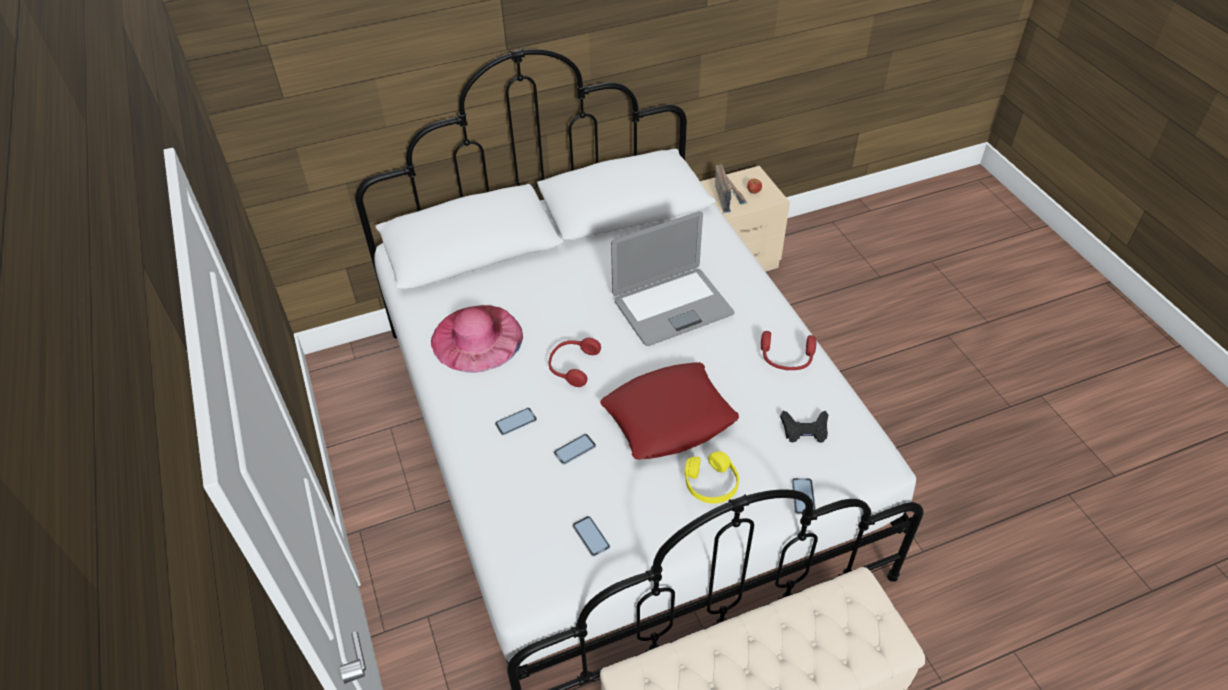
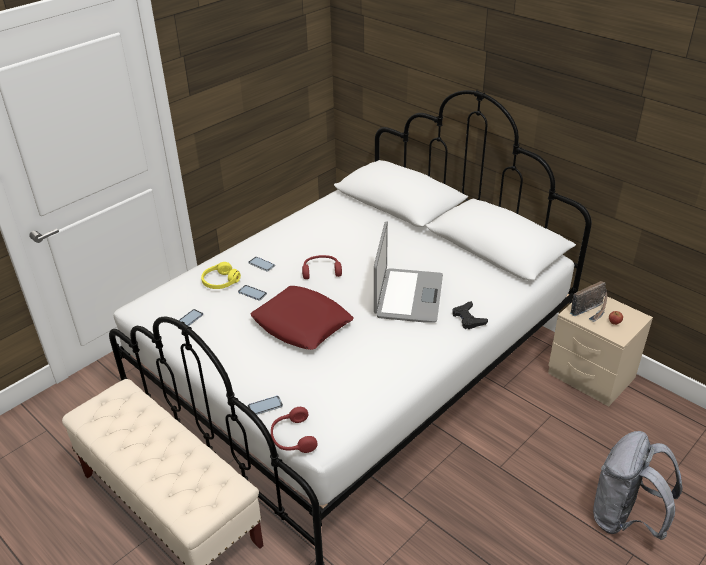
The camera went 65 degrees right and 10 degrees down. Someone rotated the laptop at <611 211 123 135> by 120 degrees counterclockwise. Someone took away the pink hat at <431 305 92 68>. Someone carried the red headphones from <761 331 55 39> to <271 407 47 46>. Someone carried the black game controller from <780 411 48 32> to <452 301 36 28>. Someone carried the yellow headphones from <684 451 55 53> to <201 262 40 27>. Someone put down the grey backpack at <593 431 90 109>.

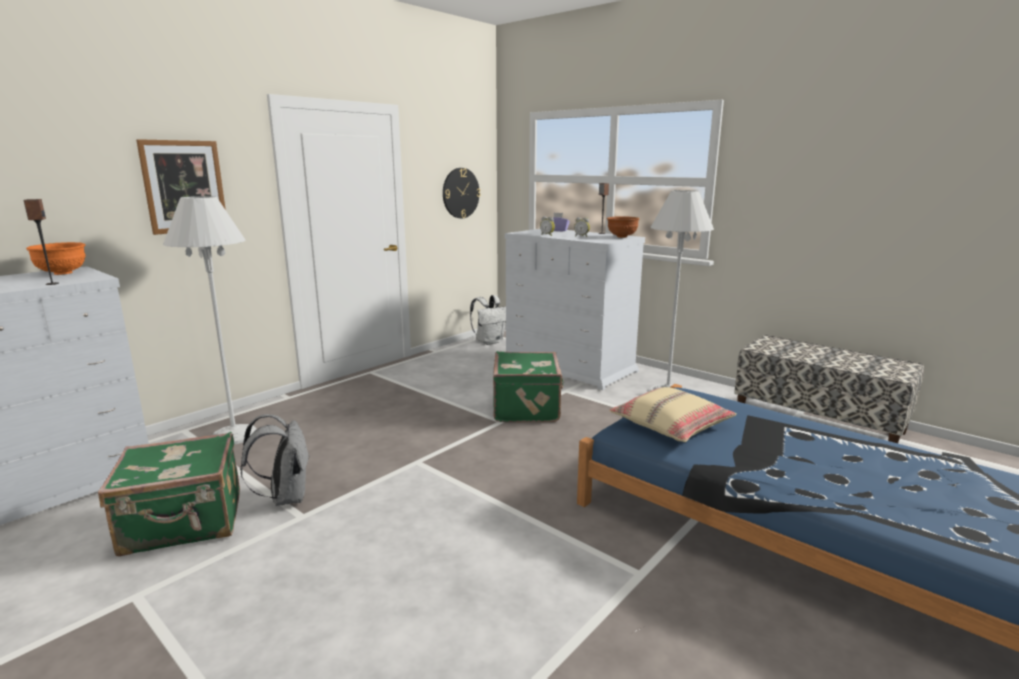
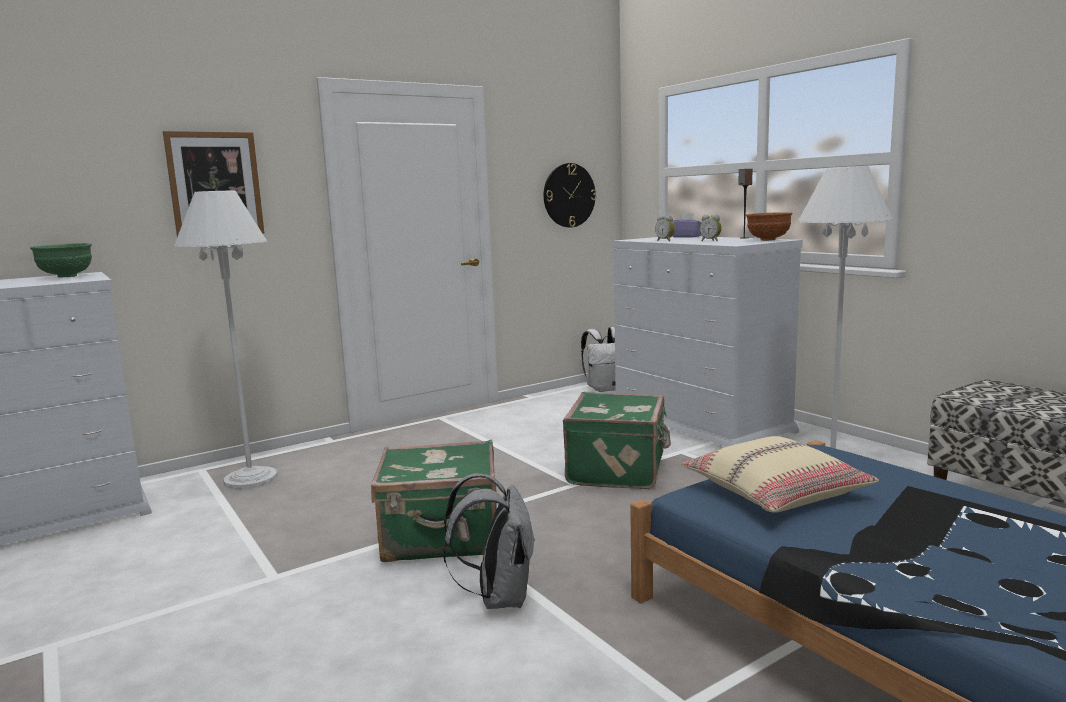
The camera went 15 degrees right and 5 degrees down. Someone took away the speaker at <23 199 36 86>. Someone repainted the orange bowl at <26 242 60 33>, which became the green bowl at <30 243 62 35>. Someone carried the grey backpack from <240 414 70 92> to <443 473 92 136>. Someone carried the green suitcase from <98 432 142 124> to <371 440 126 122>.

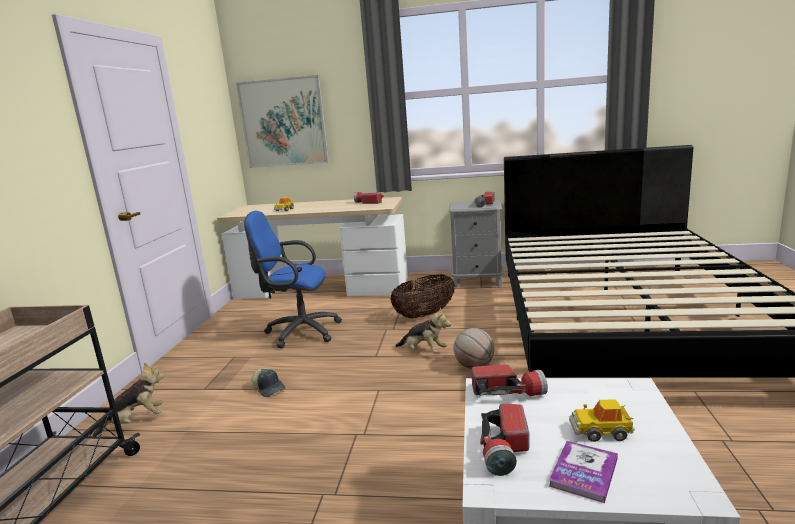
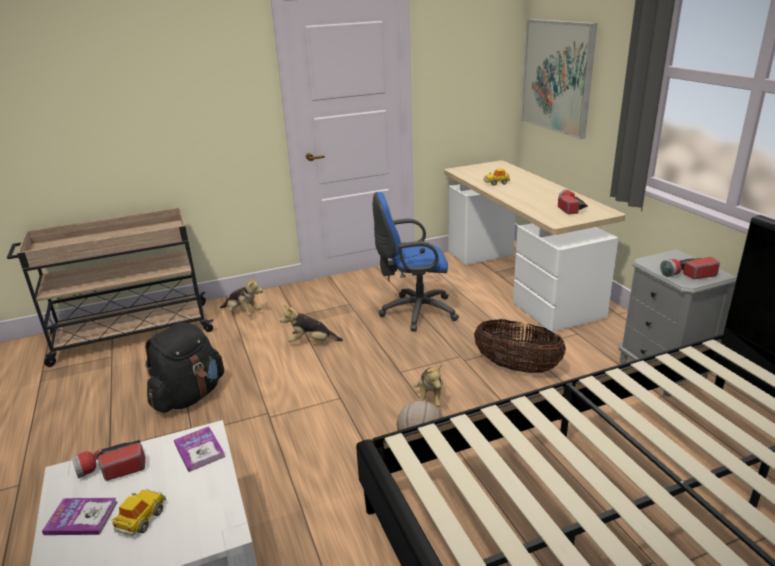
The camera went 60 degrees right and 10 degrees up. Someone rotated the blue office chair at <244 211 98 137> by 75 degrees counterclockwise. Someone swapped the flashlight at <472 364 76 32> for the book at <174 426 51 46>. Someone swapped the cap at <251 368 34 29> for the plush toy at <280 305 63 37>. Someone rotated the toy car at <569 399 66 43> by 45 degrees clockwise. Someone put down the black backpack at <145 322 79 91>.

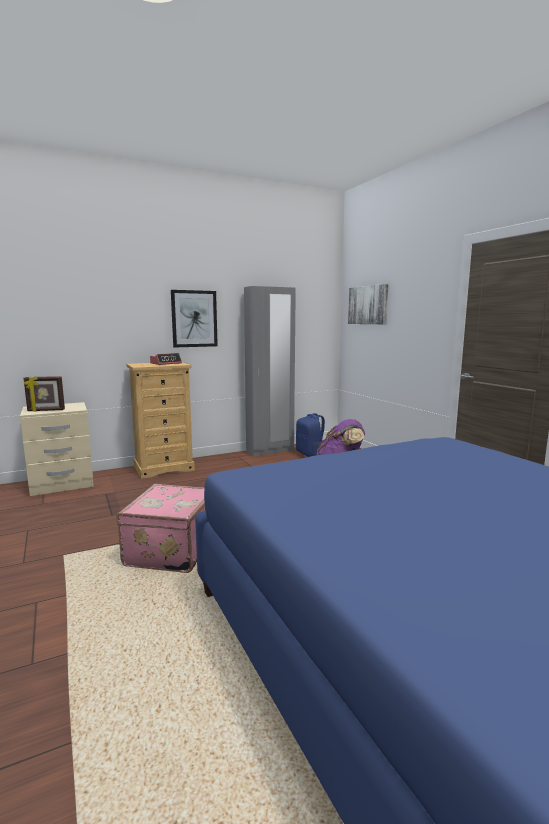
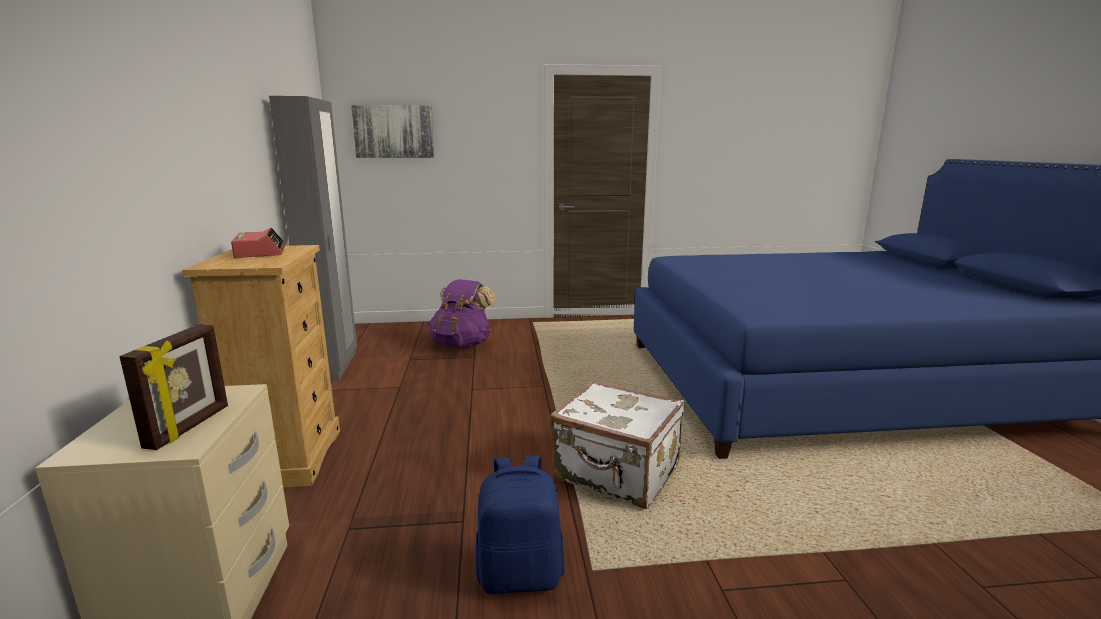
The camera went 70 degrees left and 5 degrees up. Someone took away the picture at <171 290 47 58>. Someone carried the blue backpack from <296 413 29 44> to <476 455 89 139>. Someone repainted the pink suitcase at <117 484 89 89>, which became the white suitcase at <550 380 134 129>.

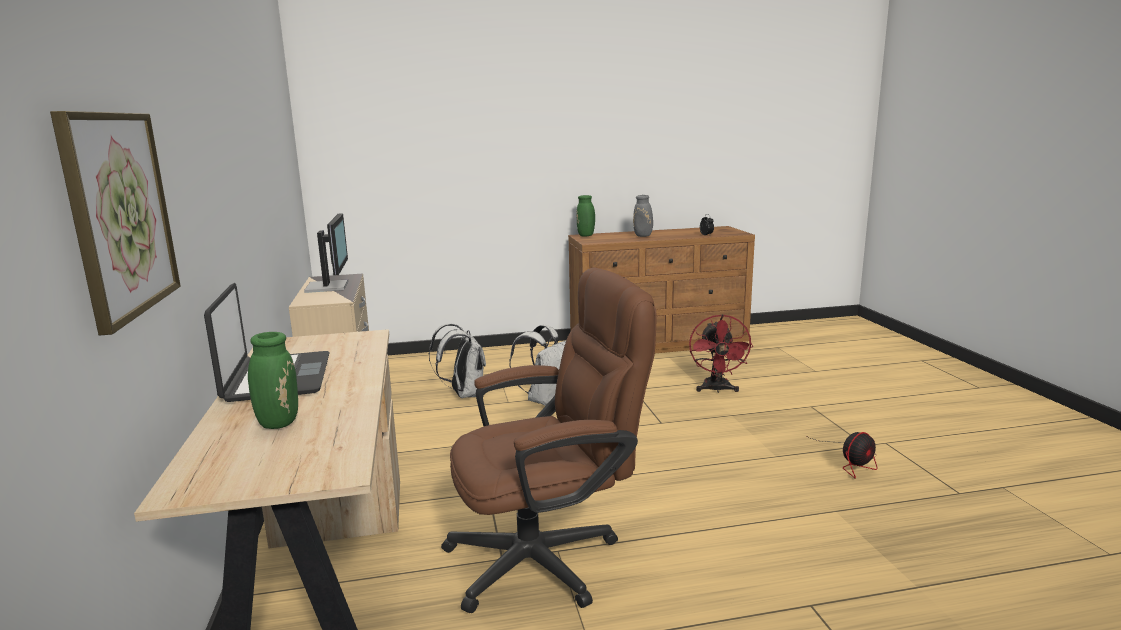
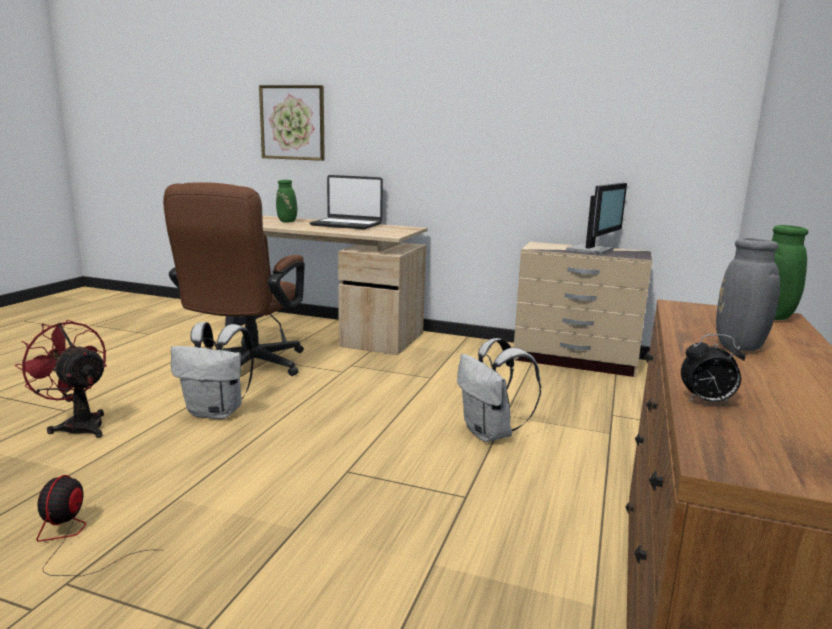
The camera went 120 degrees right and 0 degrees up. Someone rotated the monitor at <304 213 44 80> by 75 degrees counterclockwise. Someone carried the red fan from <689 314 64 79> to <15 320 92 118>. Someone carried the white backpack from <429 324 57 74> to <171 322 83 97>.

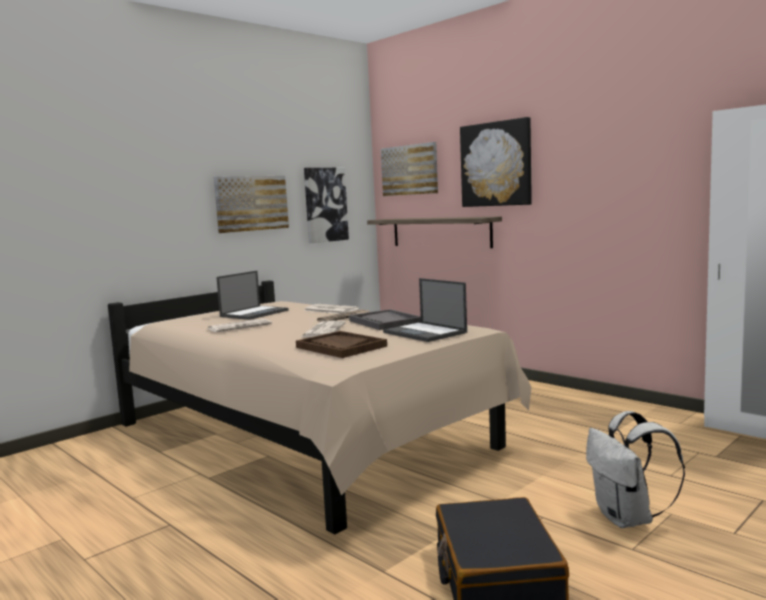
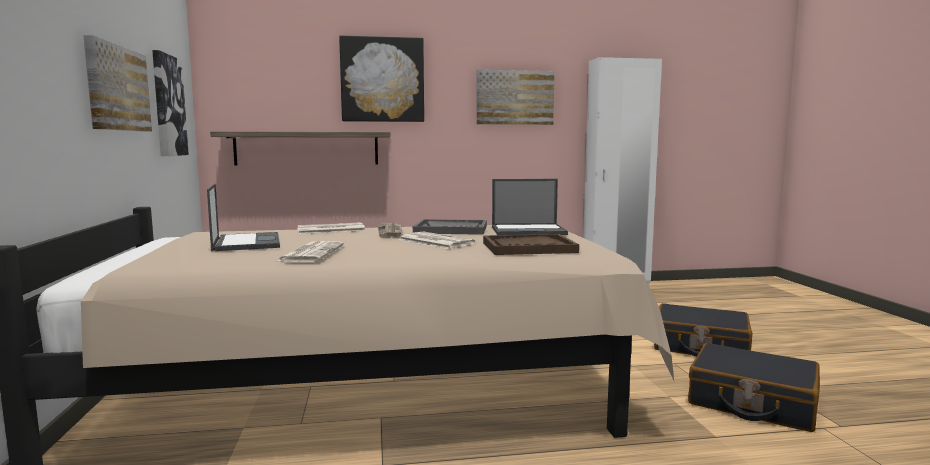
The camera went 55 degrees left and 0 degrees up. Someone carried the picture from <381 142 57 54> to <476 70 79 55>. Someone swapped the white backpack at <586 411 99 117> for the black suitcase at <654 303 98 54>.

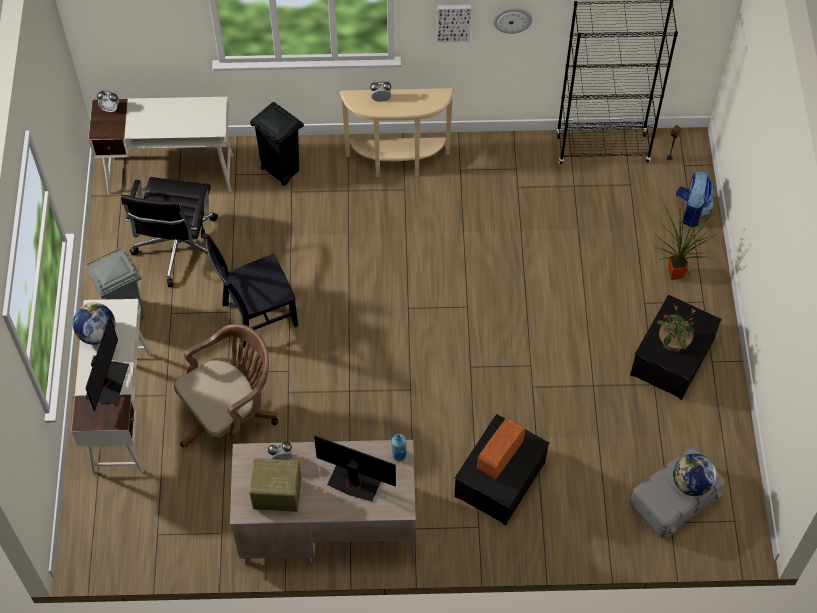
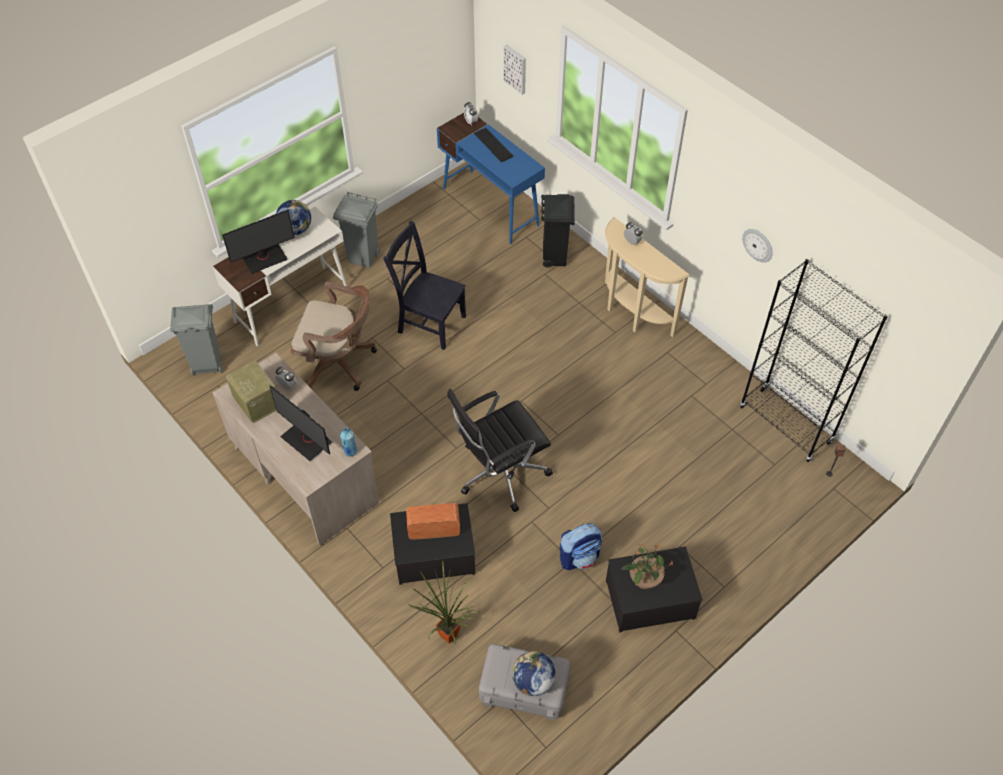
The camera went 50 degrees right and 5 degrees down. Someone carried the picture from <437 5 34 37> to <504 45 22 50>. Someone repainted the white desk at <88 97 145 98>, which became the blue desk at <437 112 108 132>. Someone carried the backpack from <676 171 38 56> to <560 523 42 47>. Someone carried the black office chair from <121 177 97 110> to <447 389 106 123>. Someone carried the potted plant from <655 197 61 83> to <408 560 71 85>. Someone rotated the monitor at <314 435 82 66> by 150 degrees clockwise. Someone put down the keyboard at <474 128 40 34>. Someone put down the grey trash can at <170 304 53 71>.

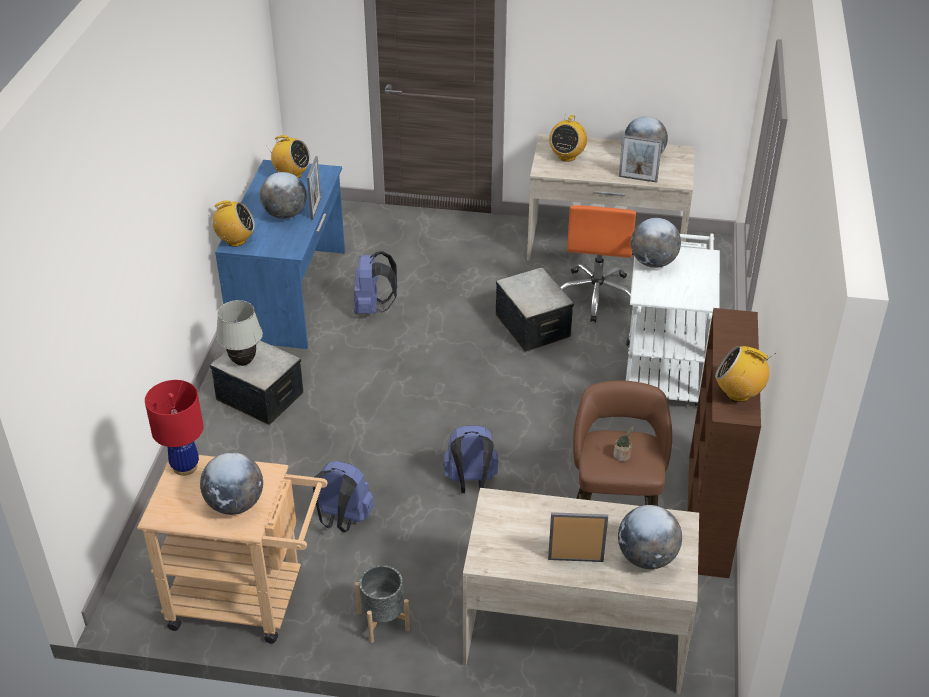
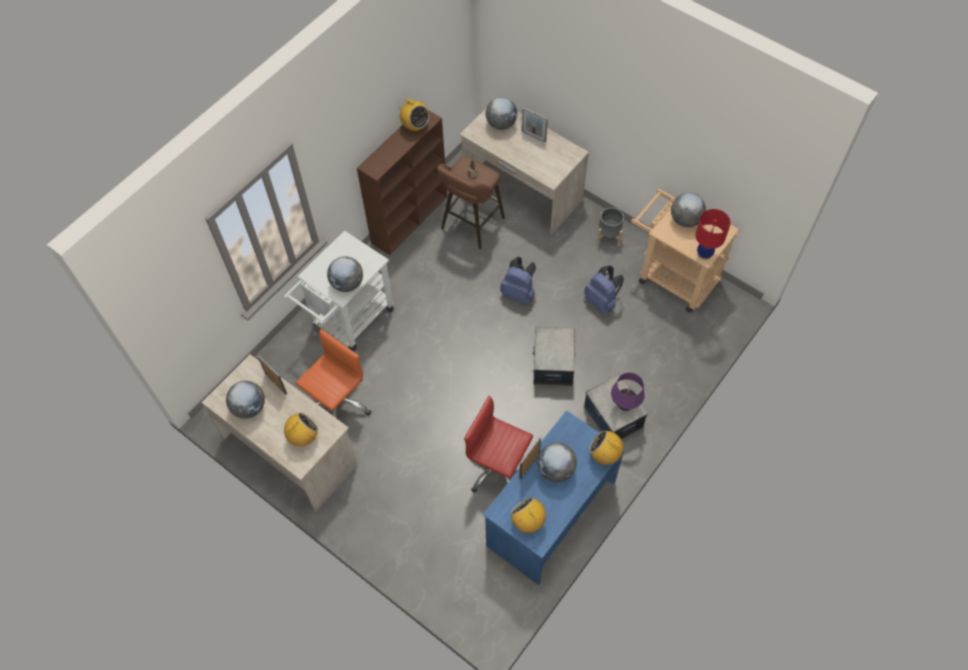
The camera went 150 degrees left and 20 degrees up. Someone swapped the blue backpack at <354 251 43 63> for the red office chair at <464 396 69 97>. Someone carried the storage box from <496 268 78 84> to <532 327 43 59>. Someone repainted the white table lamp at <216 300 47 66>, which became the purple table lamp at <611 373 34 38>.

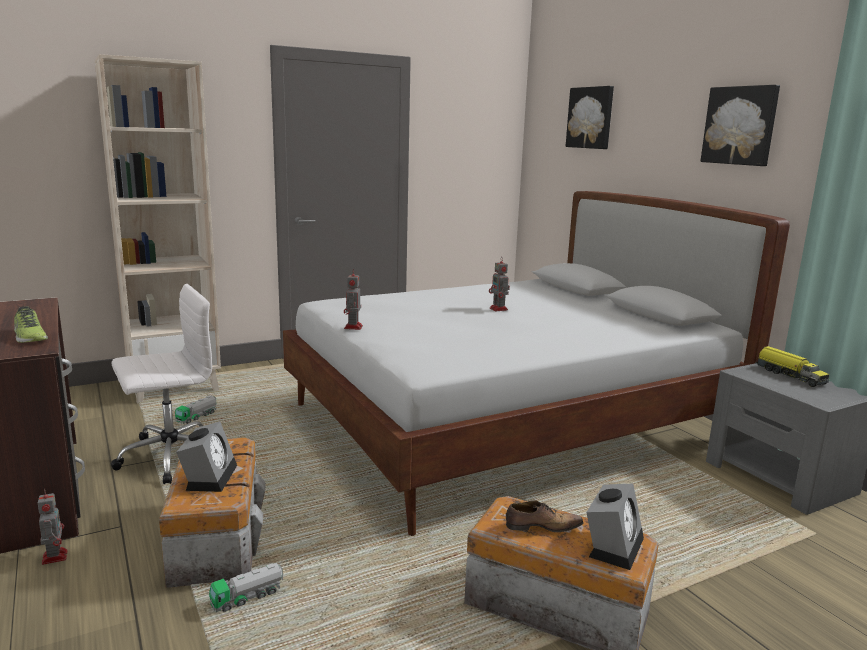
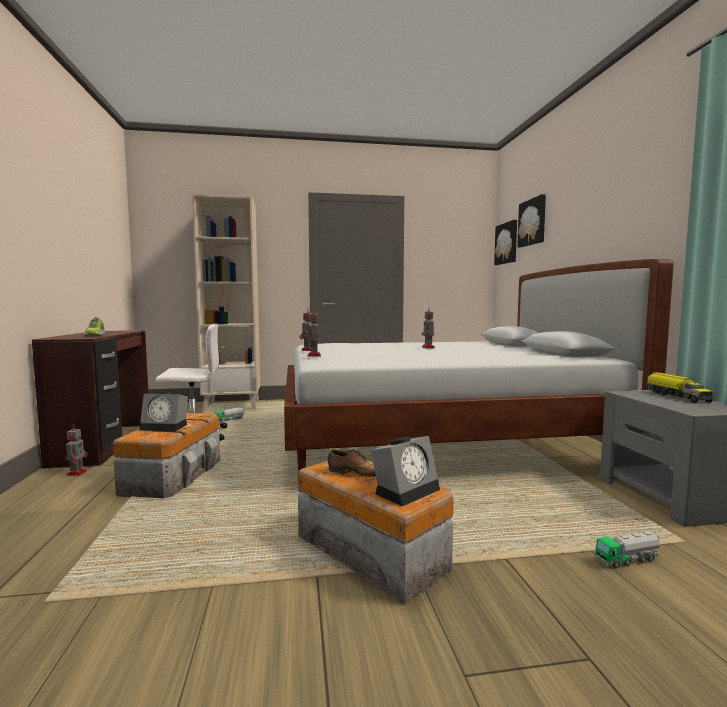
The camera went 20 degrees right and 10 degrees down. Someone carried the picture from <700 85 80 81> to <494 220 23 45>. Someone rotated the alarm clock at <176 421 61 71> by 75 degrees clockwise. Someone carried the toy truck from <209 563 74 49> to <595 531 65 37>. Someone put down the toy robot at <307 312 14 45>.

